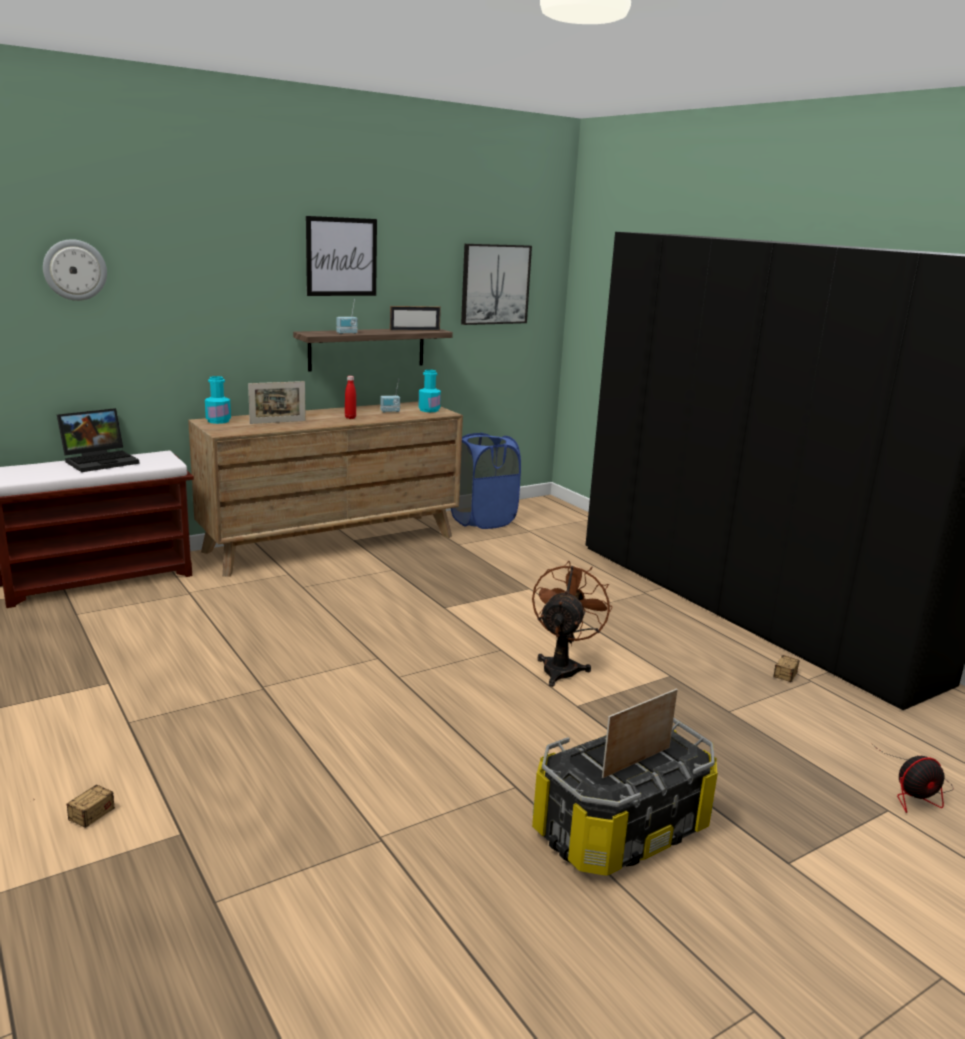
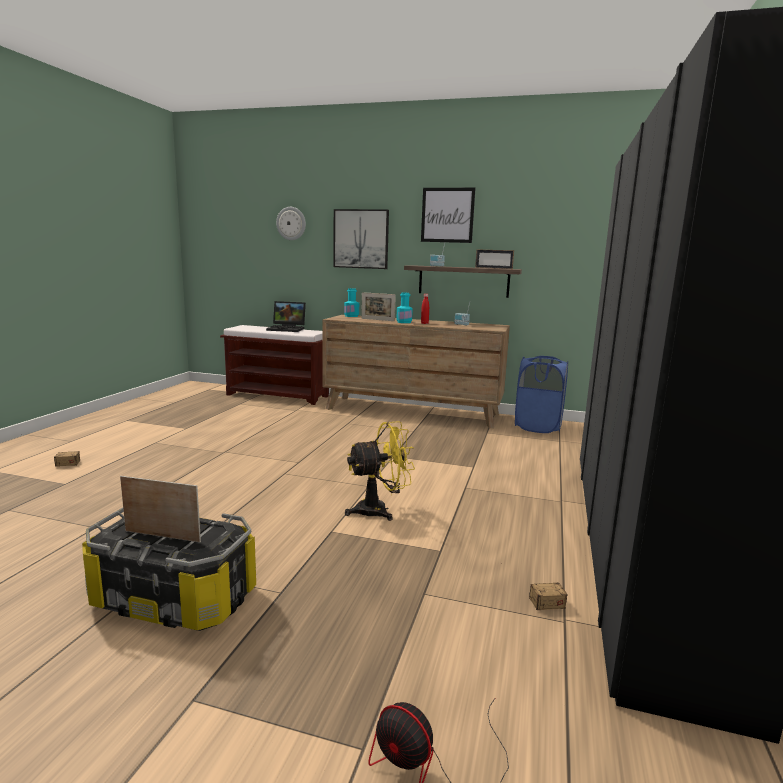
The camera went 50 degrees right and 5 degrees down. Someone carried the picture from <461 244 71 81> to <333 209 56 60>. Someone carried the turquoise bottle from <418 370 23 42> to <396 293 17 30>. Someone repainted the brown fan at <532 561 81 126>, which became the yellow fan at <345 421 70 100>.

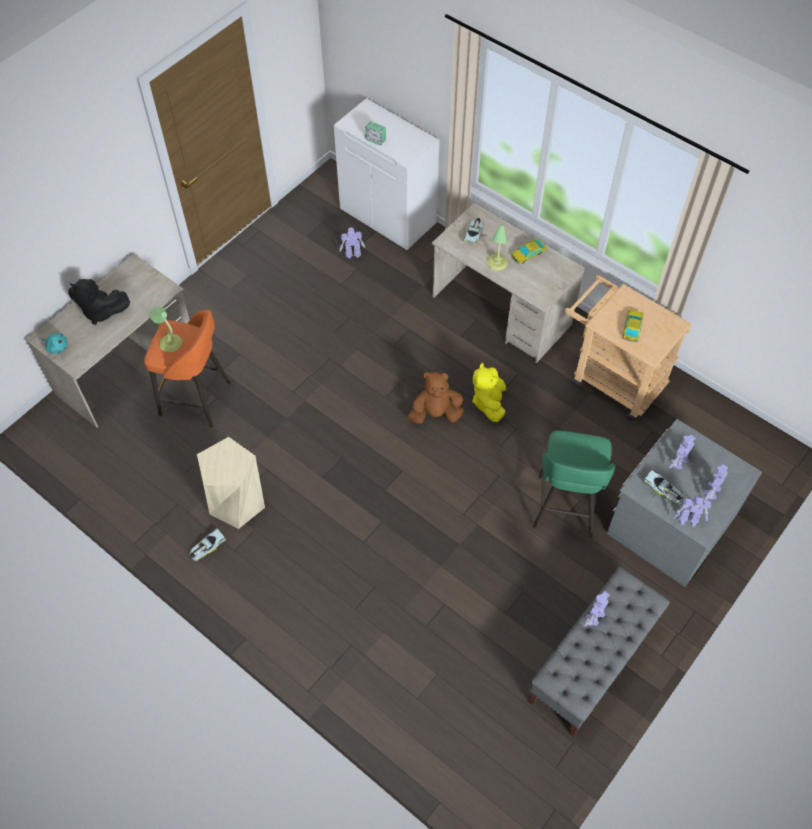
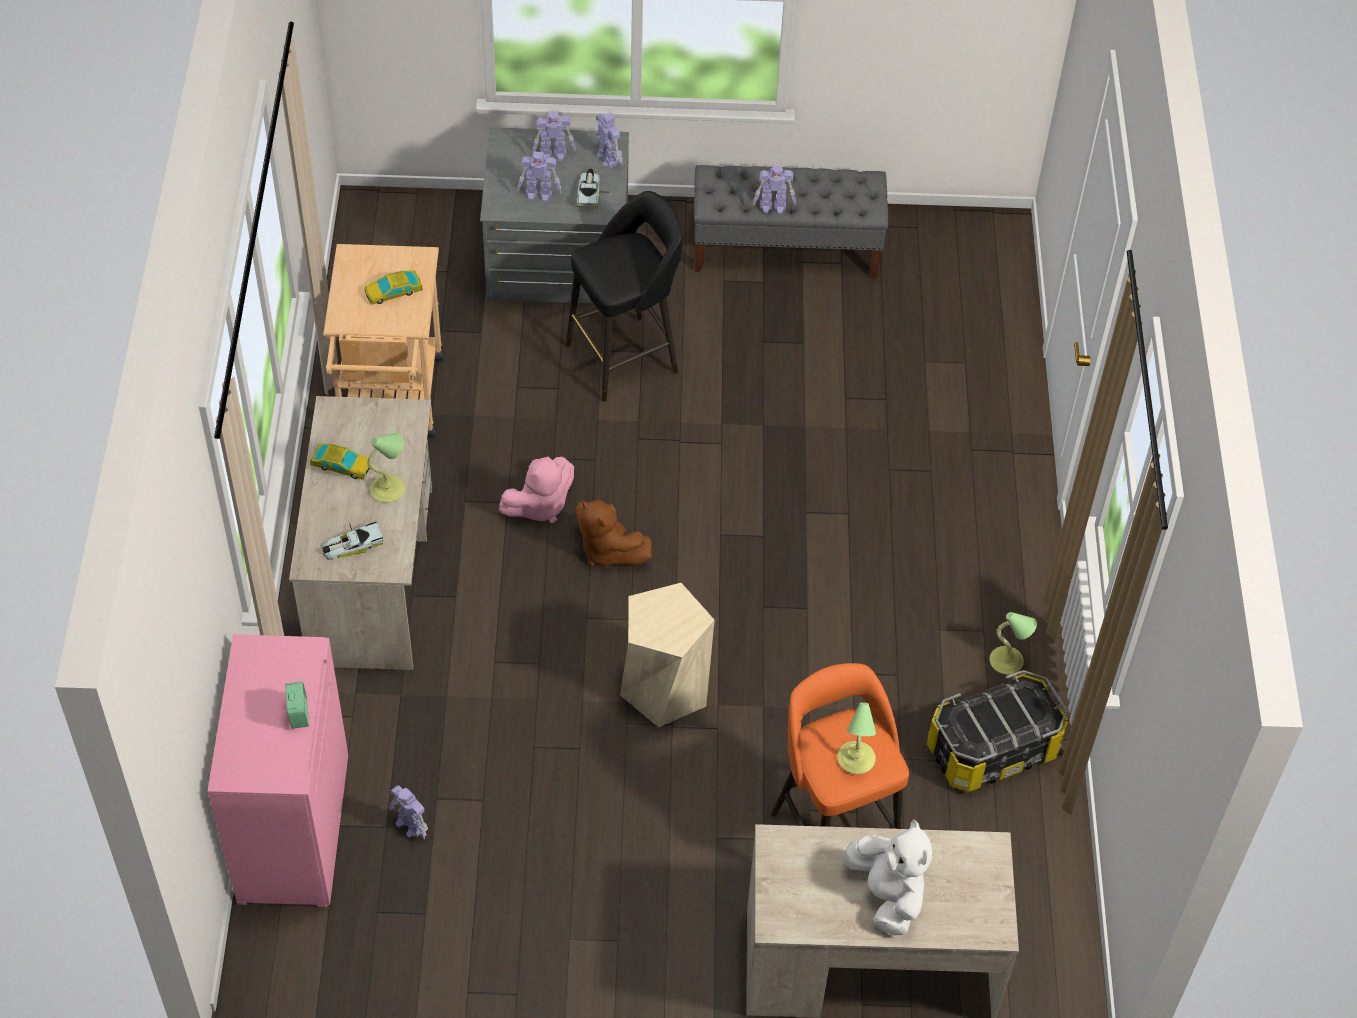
The camera went 130 degrees left and 5 degrees down. Someone repainted the white cabinet at <334 98 105 152>, which became the pink cabinet at <207 634 141 274>. Someone repainted the black plush toy at <68 279 62 46>, which became the white plush toy at <845 819 87 116>. Someone took away the turquoise plush toy at <41 333 27 21>. Someone repainted the yellow plush toy at <472 363 34 59>, which became the pink plush toy at <499 457 75 66>. Someone repainted the green stool at <532 431 83 107>, which became the black stool at <566 191 117 211>. Someone carried the beige stool from <197 437 68 92> to <620 583 95 144>. Someone swapped the toy car at <189 528 37 33> for the table lamp at <989 612 48 63>. Someone put down the storage box at <927 670 141 122>.

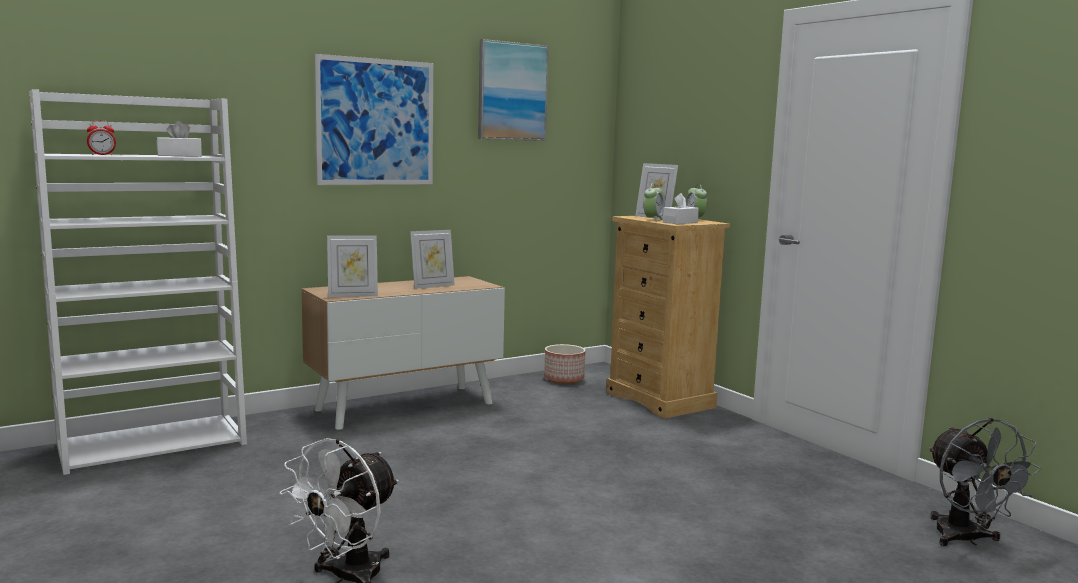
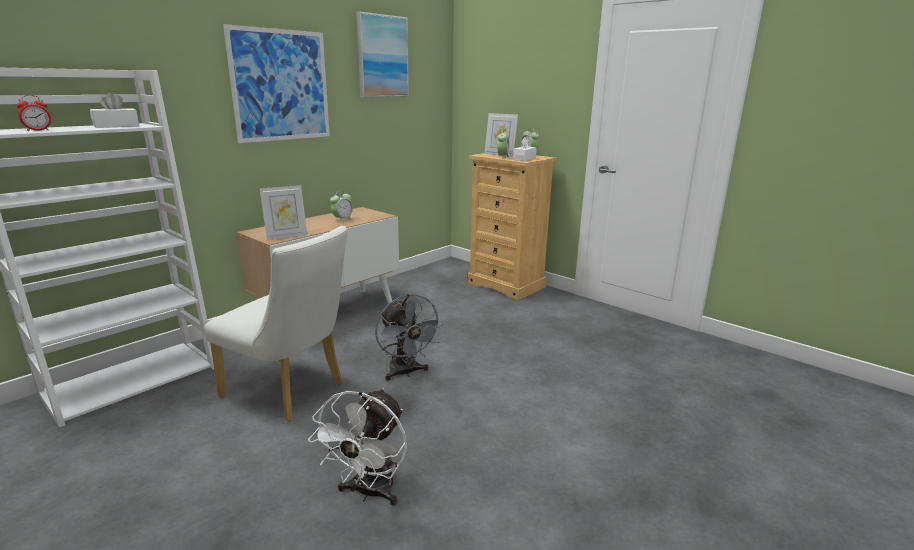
The camera went 15 degrees left and 10 degrees up. Someone swapped the picture frame at <410 230 45 59> for the alarm clock at <330 193 23 30>. Someone took away the planter at <544 344 41 40>. Someone carried the grey fan from <928 418 114 128> to <375 294 69 87>. Someone put down the white chair at <204 226 144 195>.

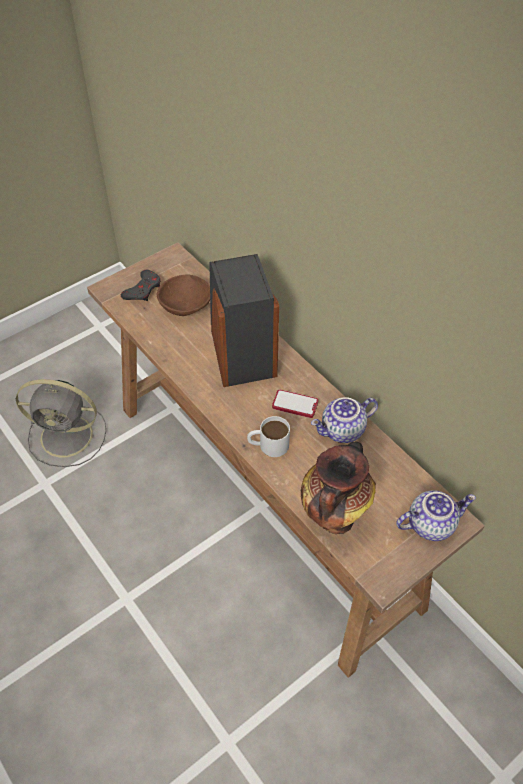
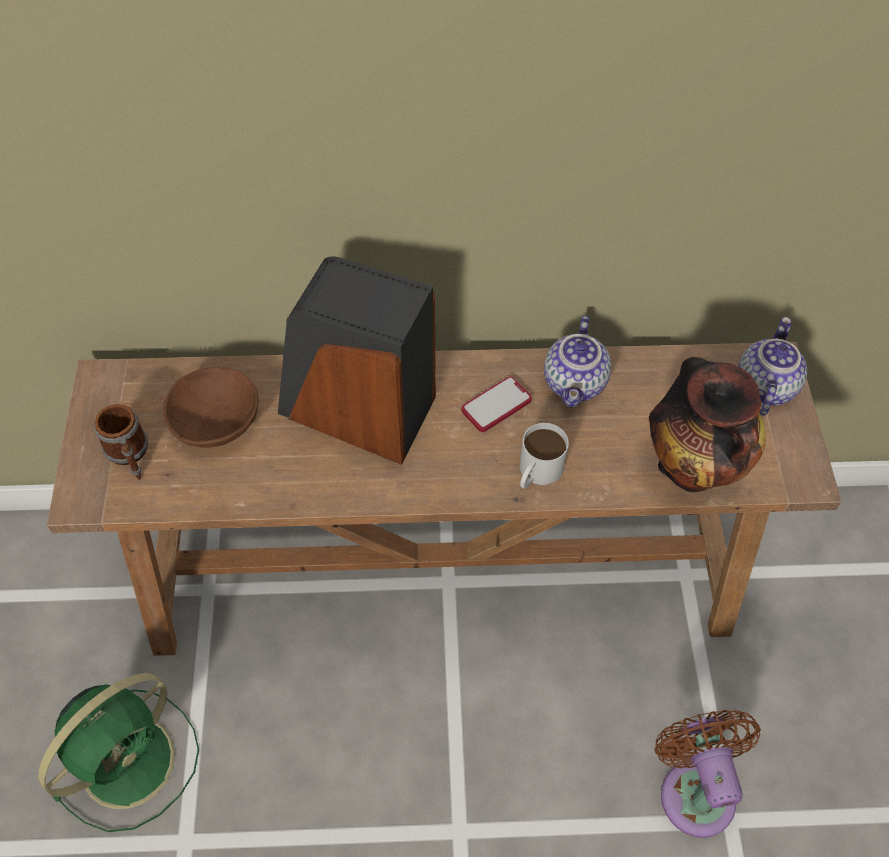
The camera went 55 degrees left and 5 degrees up. Someone swapped the grey game controller at <121 270 40 31> for the mug at <94 404 54 76>. Someone repainted the grey fan at <16 379 90 88>, which became the green fan at <38 673 161 159>. Someone put down the brown fan at <654 710 107 128>.

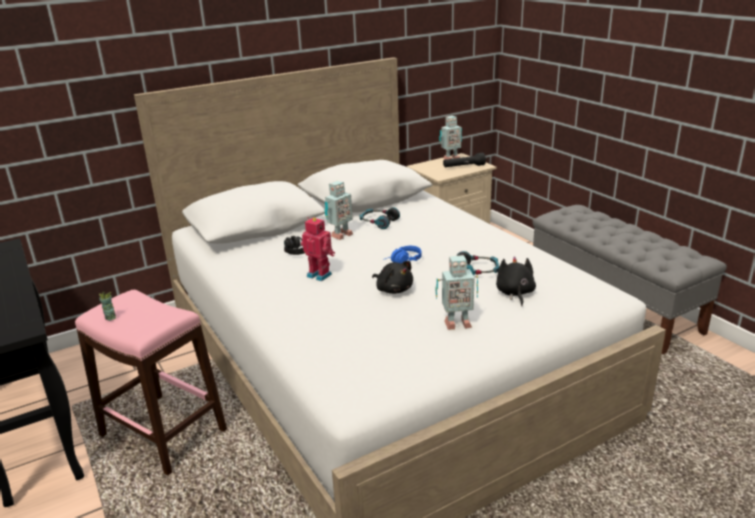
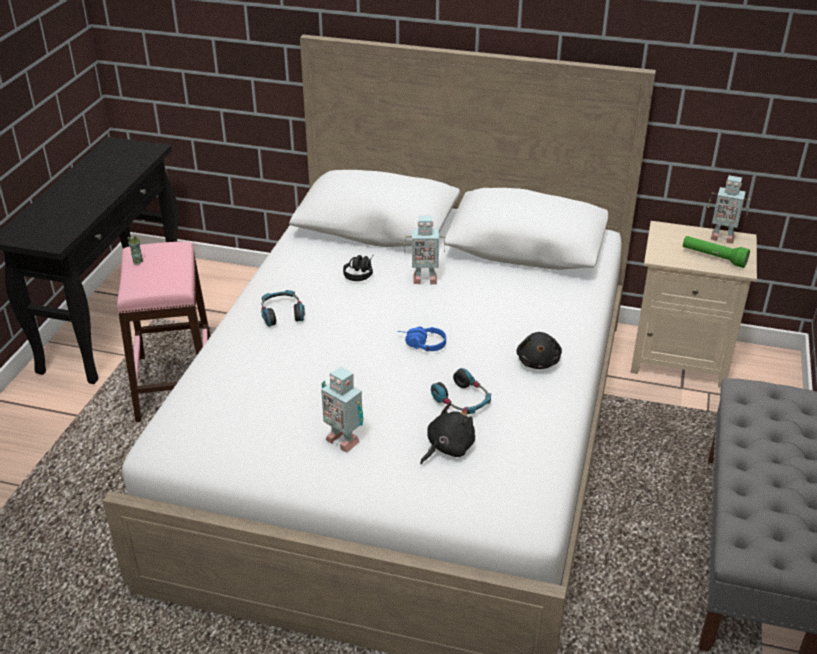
The camera went 45 degrees right and 10 degrees up. Someone repainted the black flashlight at <443 153 43 14>, which became the green flashlight at <683 236 67 32>. Someone carried the headphones from <360 207 40 22> to <262 290 43 37>. Someone took away the toy robot at <301 217 34 64>. Someone carried the black plush toy from <372 261 41 33> to <516 332 46 37>.

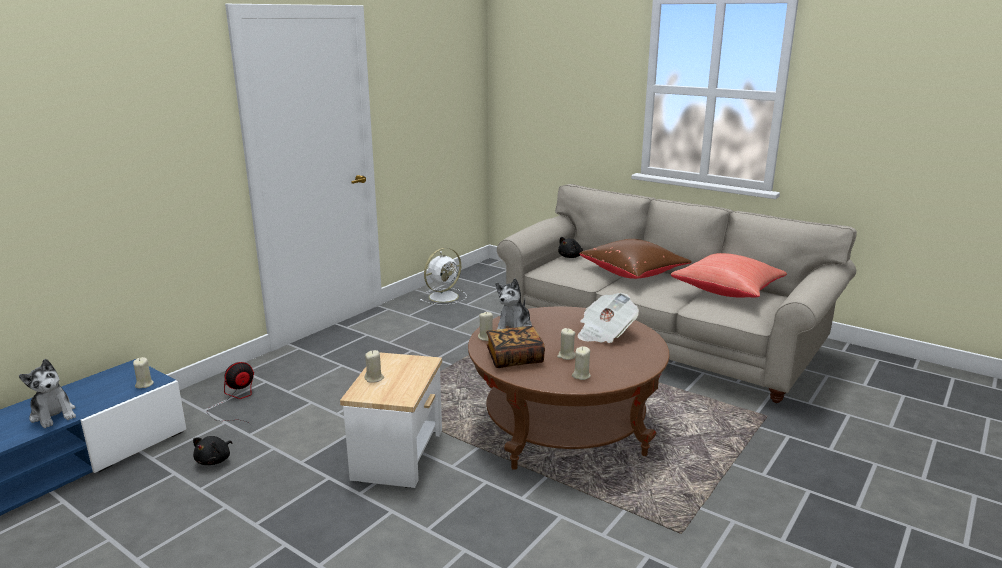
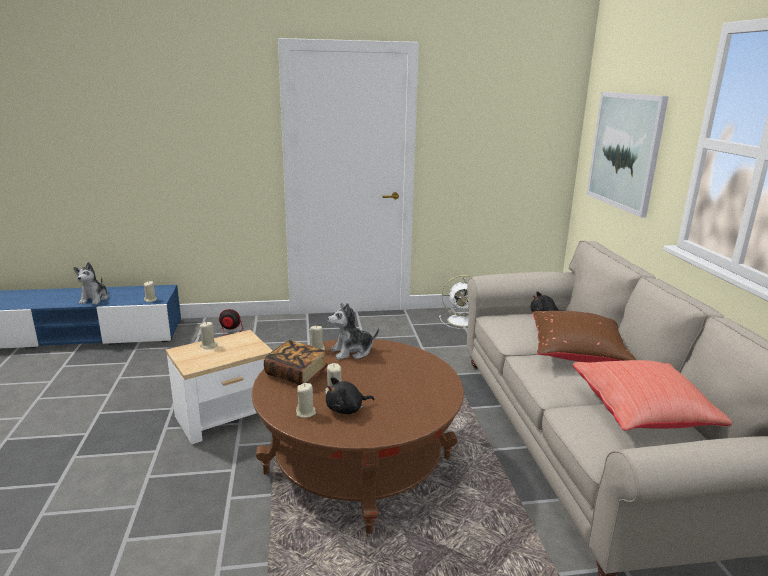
The camera went 45 degrees right and 0 degrees up. Someone took away the newspaper at <578 293 61 50>. Someone carried the black plush toy from <193 436 39 29> to <326 377 48 37>. Someone put up the picture at <587 92 82 126>.

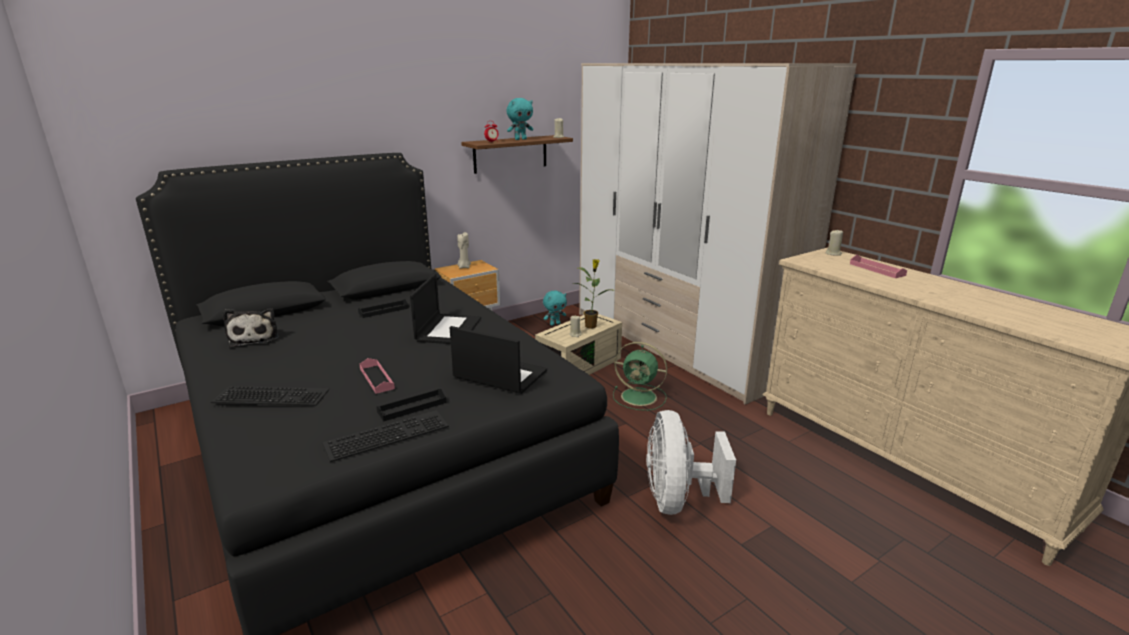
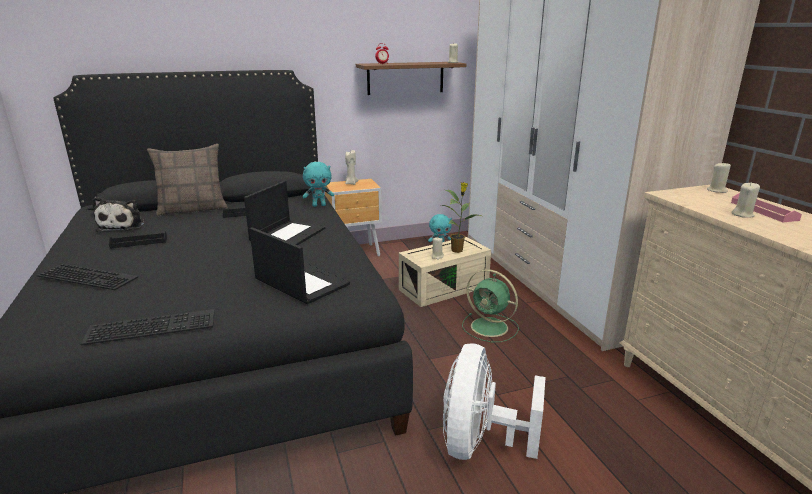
The camera went 15 degrees right and 0 degrees up. Someone carried the turquoise plush toy from <507 98 26 42> to <303 162 31 45>. Someone took away the pink tray at <359 358 36 36>. Someone carried the black tray from <376 389 70 32> to <109 232 58 17>. Someone put down the pillow at <147 144 81 72>. Someone put down the beige candle at <731 182 29 36>.

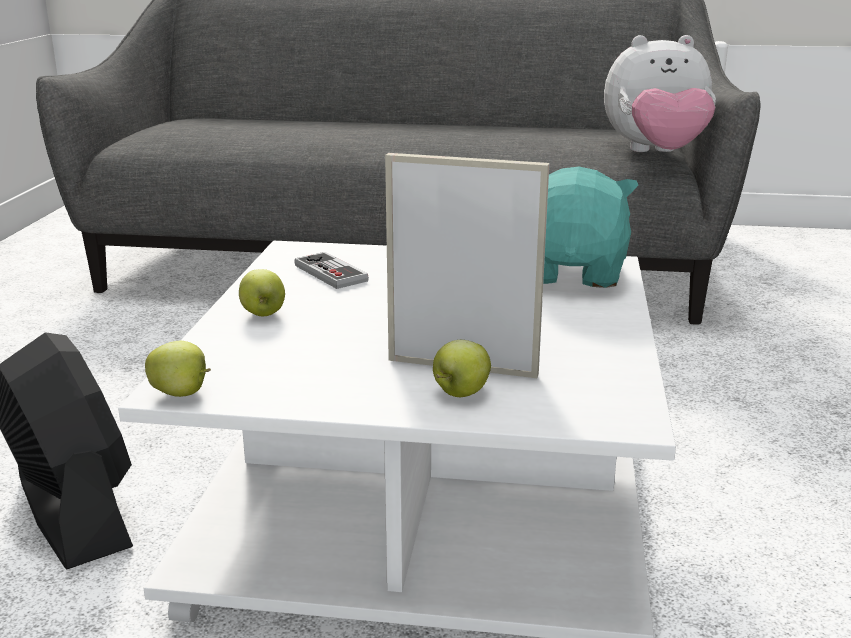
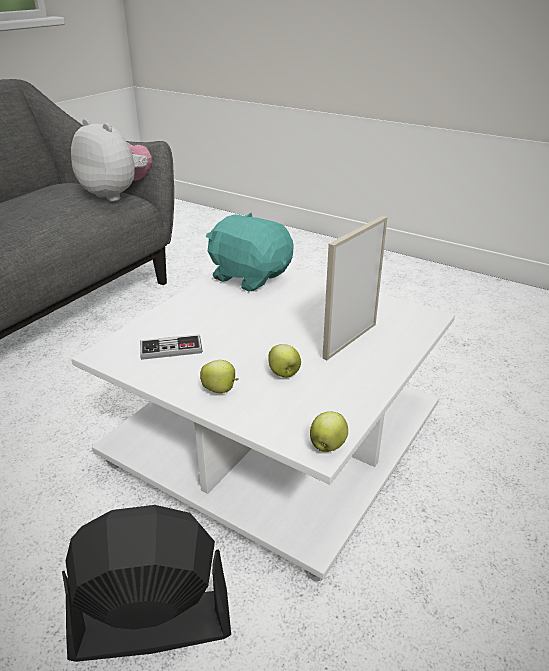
The camera went 65 degrees left and 10 degrees up. Someone rotated the plush toy at <604 35 112 117> by 75 degrees counterclockwise. Someone carried the apple from <433 340 58 57> to <268 344 33 34>.

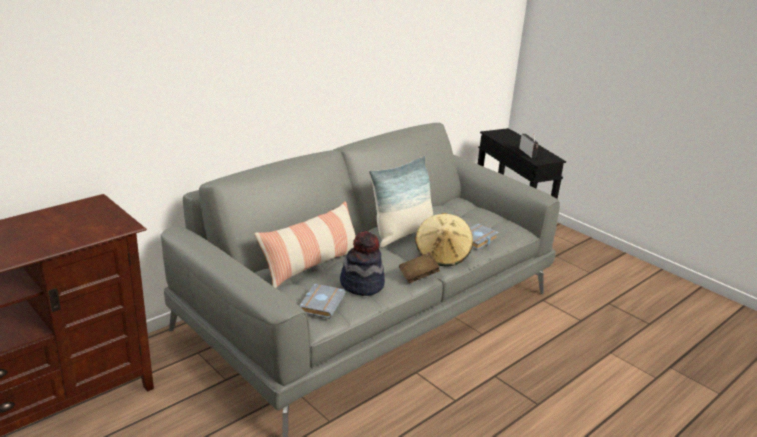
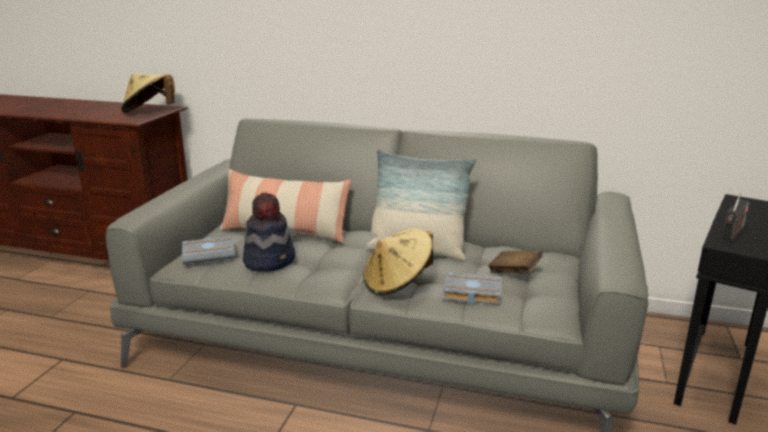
The camera went 60 degrees right and 5 degrees down. Someone carried the brown book from <399 252 41 31> to <488 251 54 23>. Someone put down the beige hat at <121 74 54 39>.

